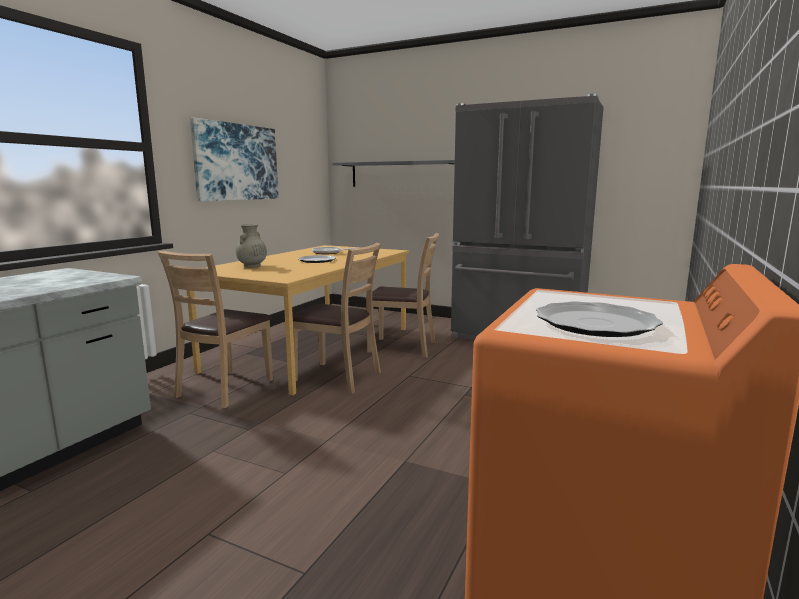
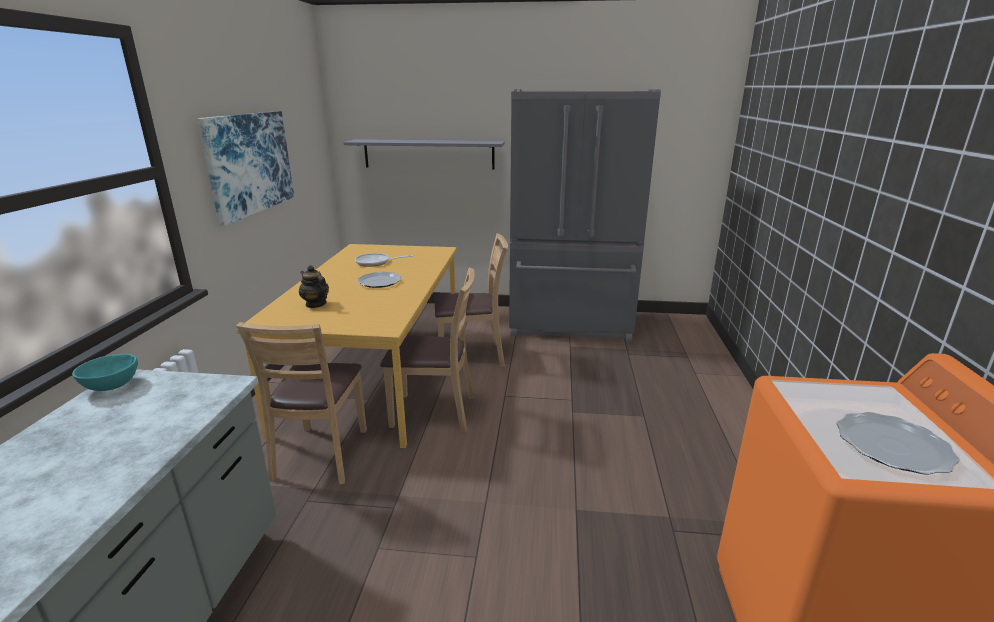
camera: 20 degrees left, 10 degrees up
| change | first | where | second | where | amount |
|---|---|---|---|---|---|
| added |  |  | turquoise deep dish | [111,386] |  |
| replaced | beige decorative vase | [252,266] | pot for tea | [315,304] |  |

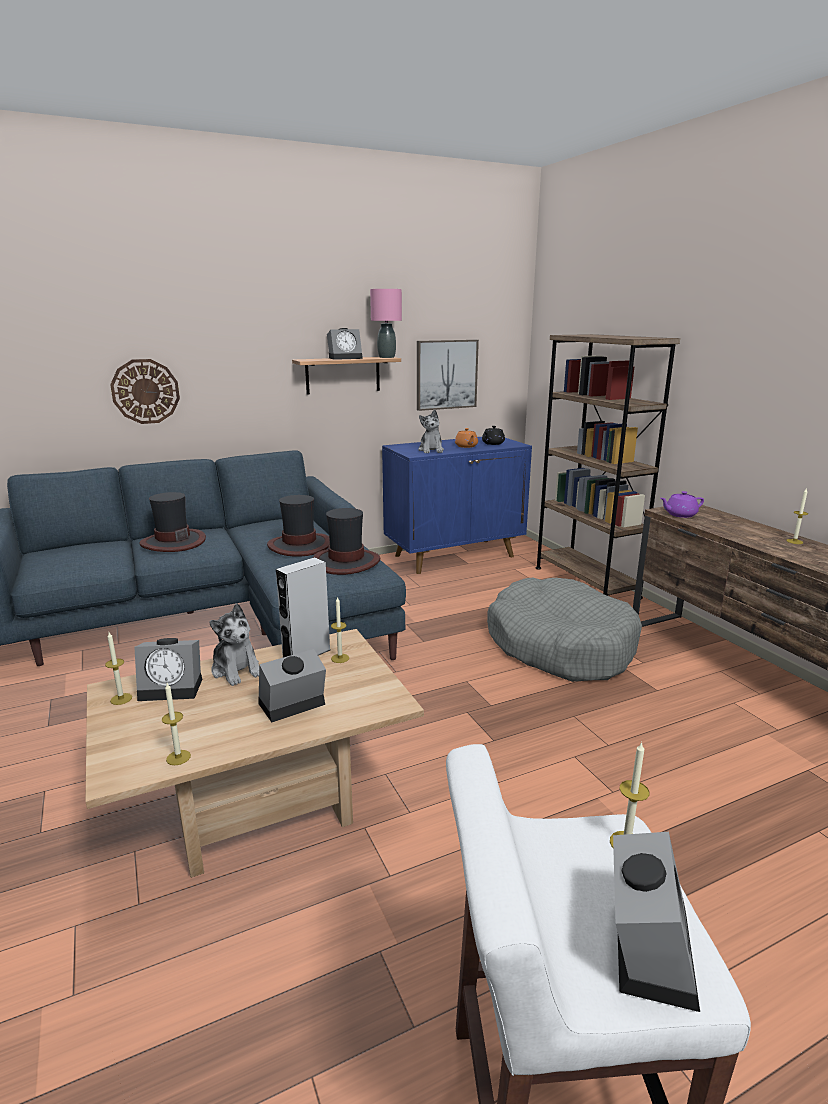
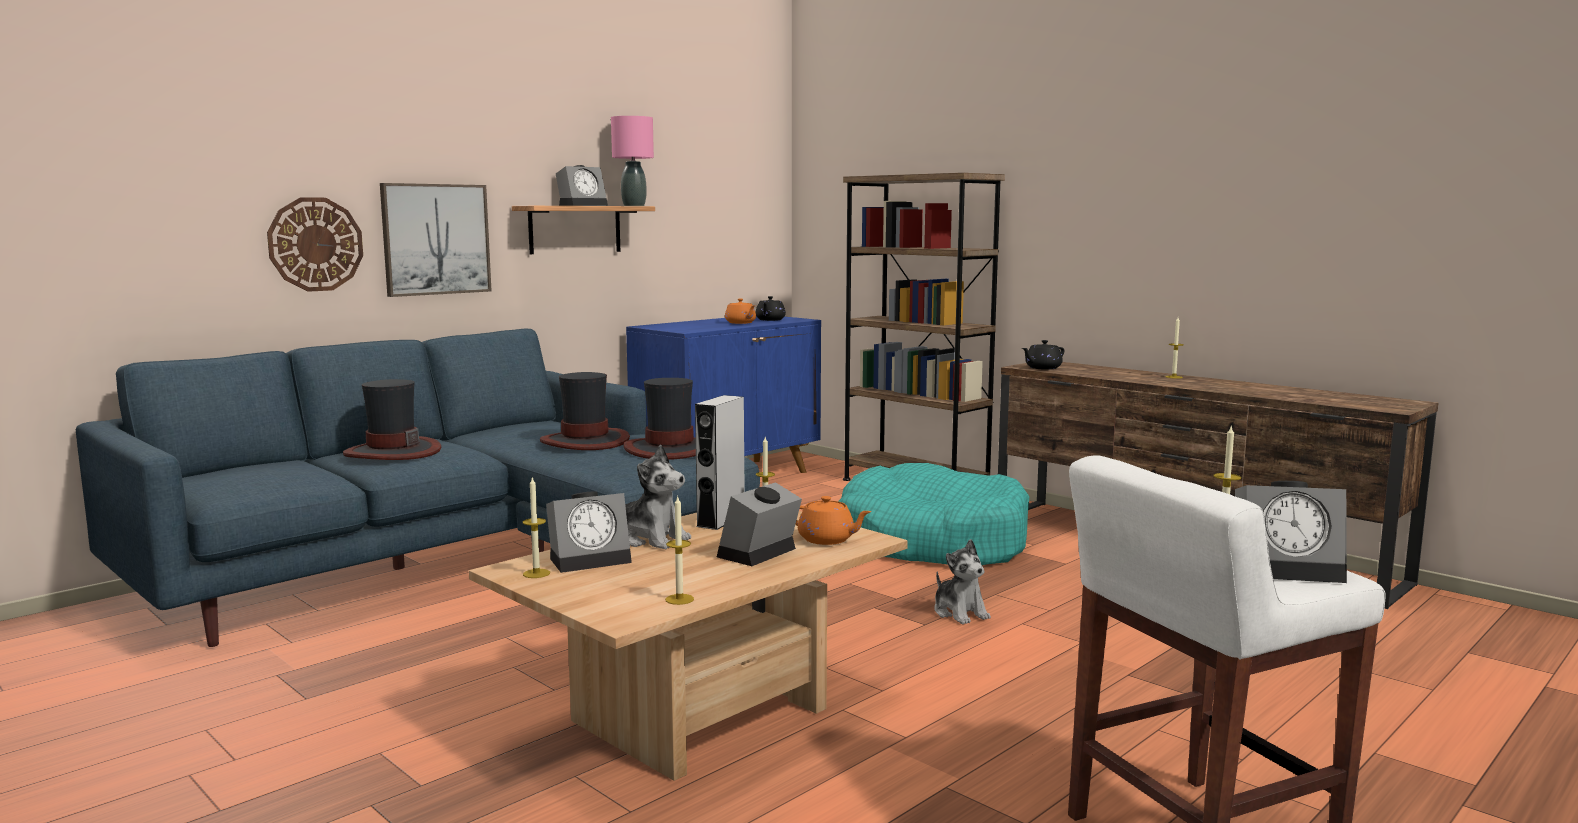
camera: 20 degrees left, 10 degrees down
| change | first | where | second | where | amount |
|---|---|---|---|---|---|
| added |  |  | orange-coloured pot for tea | [827,540] |  |
| moved | picture | [446,374] |  | [436,239] |  |
| moved | cuddly toy | [431,450] |  | [960,613] |  |
| recoloured | gray pet bed | [560,645] | turquoise pet bed | [932,542] |  |
| recoloured | purple-coloured pot for tea | [680,515] | black-coloured pot for tea | [1042,368] |  |
| turned | bedside clock | [647,944] |  | [1289,568] | 105 degrees clockwise |

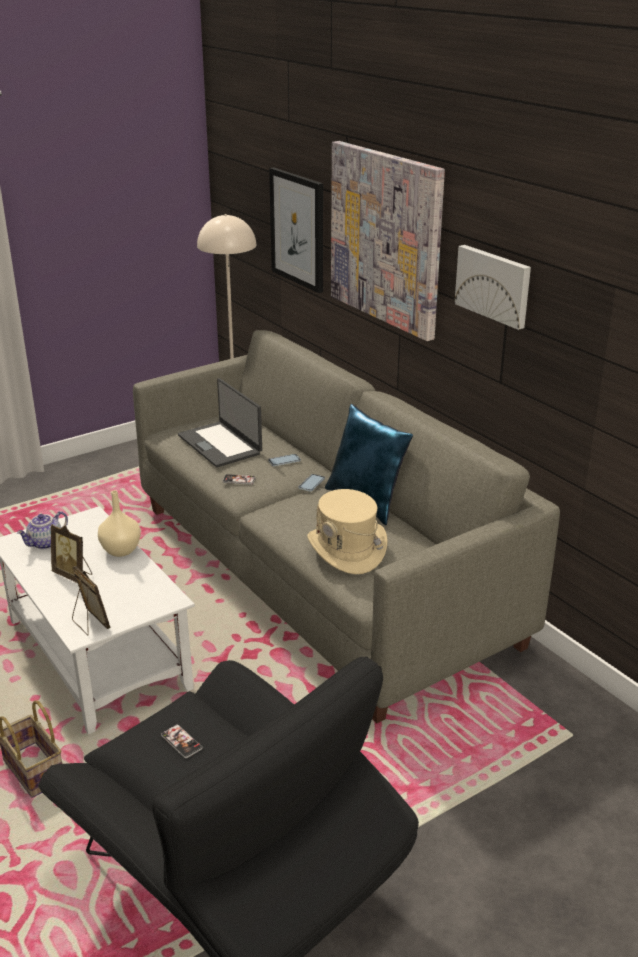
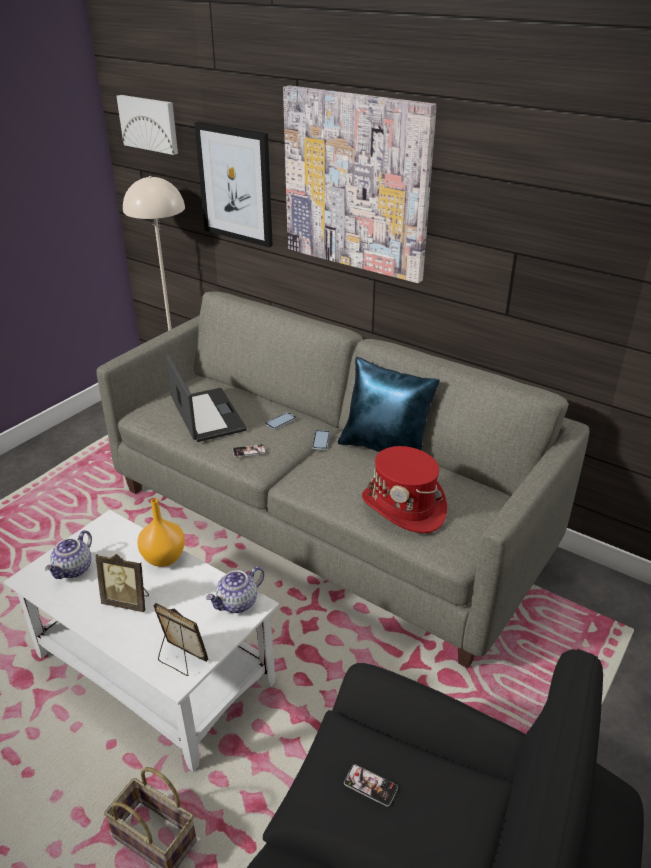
camera: 20 degrees left, 5 degrees up
| change | first | where | second | where | amount |
|---|---|---|---|---|---|
| added |  |  | pot for tea | [237,603] |  |
| moved | picture | [494,285] |  | [149,124] |  |
| recoloured | beige decorative vase | [120,550] | orange-coloured decorative vase | [163,558] |  |
| recoloured | beige hat | [347,550] | red hat | [404,507] |  |
| turned | notebook computer | [220,444] |  | [207,415] | 150 degrees counterclockwise |

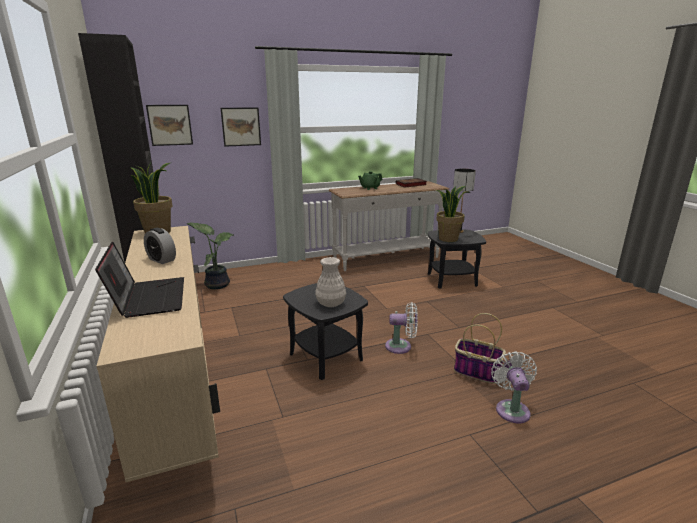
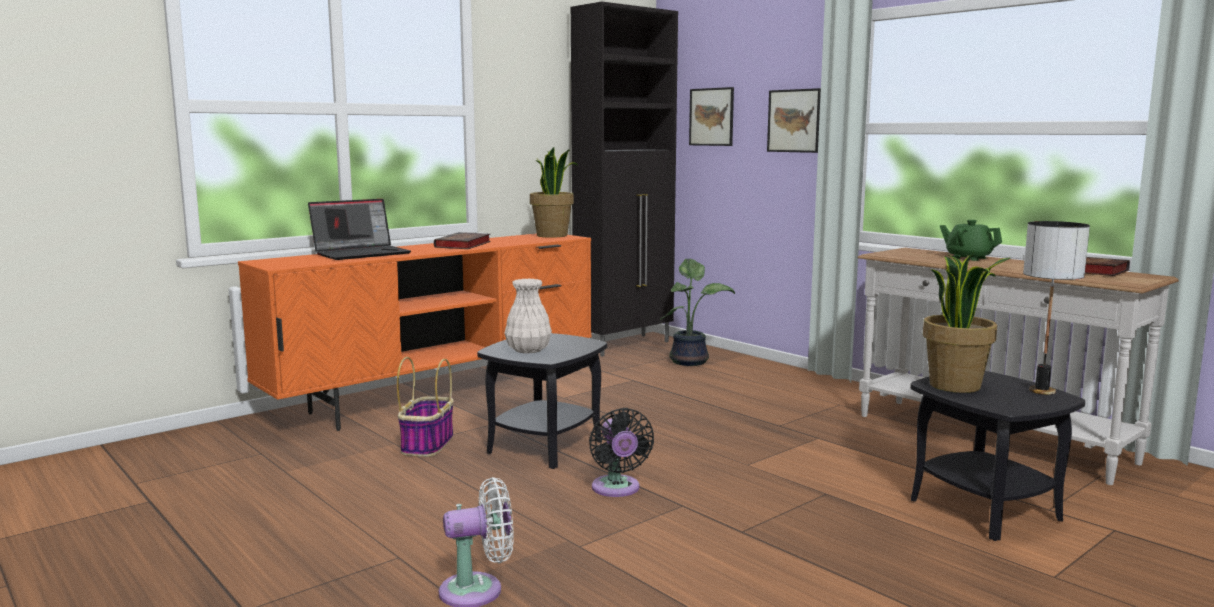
camera: 70 degrees right, 10 degrees down
| change | first | where | second | where | amount |
|---|---|---|---|---|---|
| moved | storage basket | [476,372] |  | [427,444] |  |
| replaced | bedside clock | [161,260] | bound book | [463,245] |  |
| recoloured | beige media console | [178,385] | orange-coloured media console | [439,396] |  |
| recoloured | white electric fan | [401,346] | black-coloured electric fan | [617,489] |  |

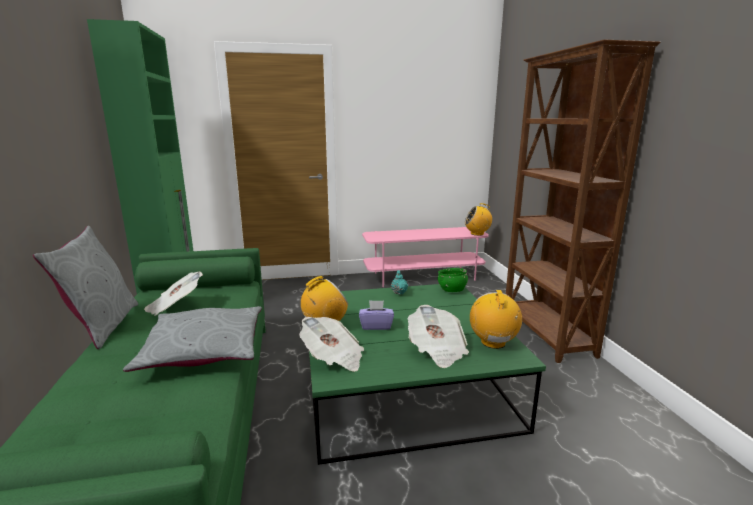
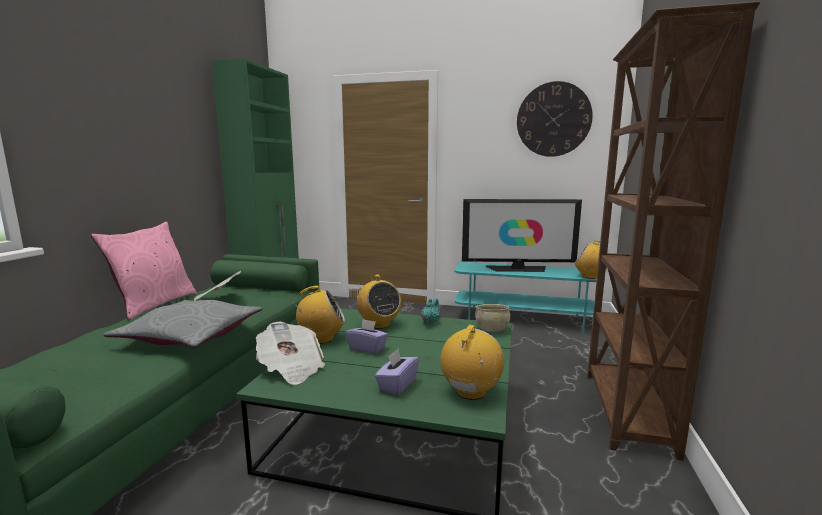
camera: 25 degrees right, 5 degrees down
| change | first | where | second | where | amount |
|---|---|---|---|---|---|
| added |  |  | radio set | [379,324] |  |
| added |  |  | television | [518,269] |  |
| added |  |  | wall clock | [553,119] |  |
| replaced | newspaper | [437,350] | purple-coloured box of tissues | [397,385] |  |
| recoloured | gray pillow | [102,326] | pink pillow | [154,304] |  |
| recoloured | pink media console | [424,276] | turquoise media console | [524,319] |  |
| recoloured | green deep dish | [452,290] | beige deep dish | [492,329] |  |

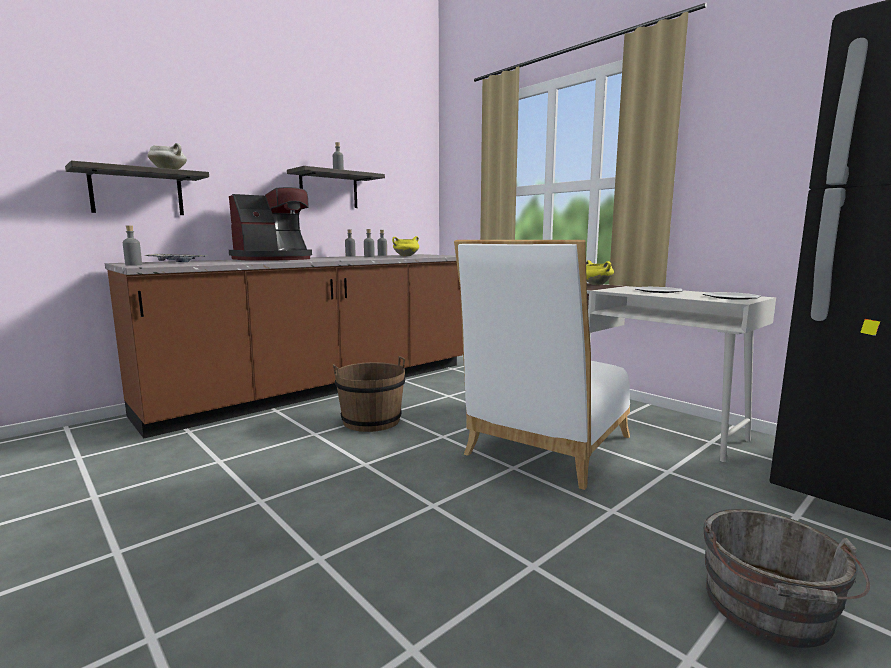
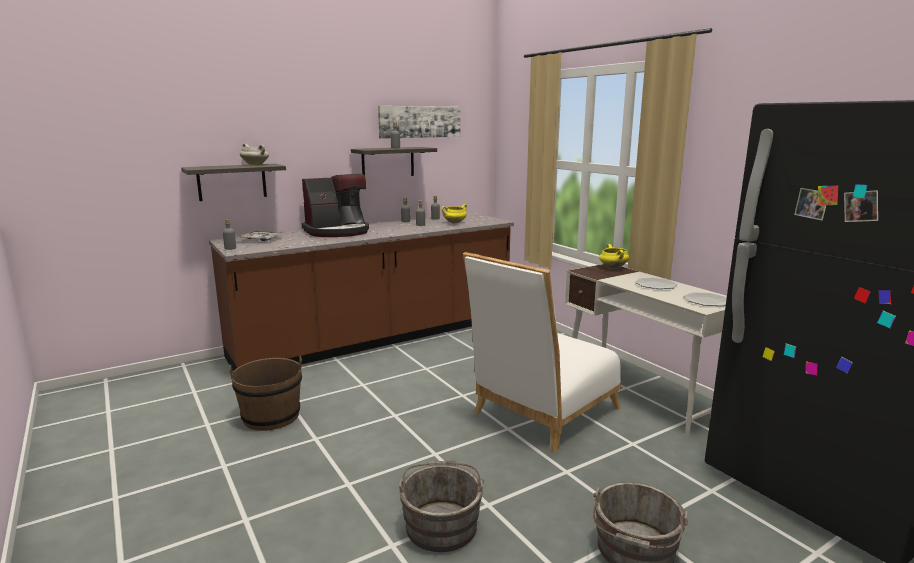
camera: 10 degrees right, 5 degrees up
| change | first | where | second | where | amount |
|---|---|---|---|---|---|
| added |  |  | picture | [419,122] |  |
| added |  |  | gray bucket | [441,523] |  |
| moved | brown-coloured bucket | [371,421] |  | [271,417] |  |

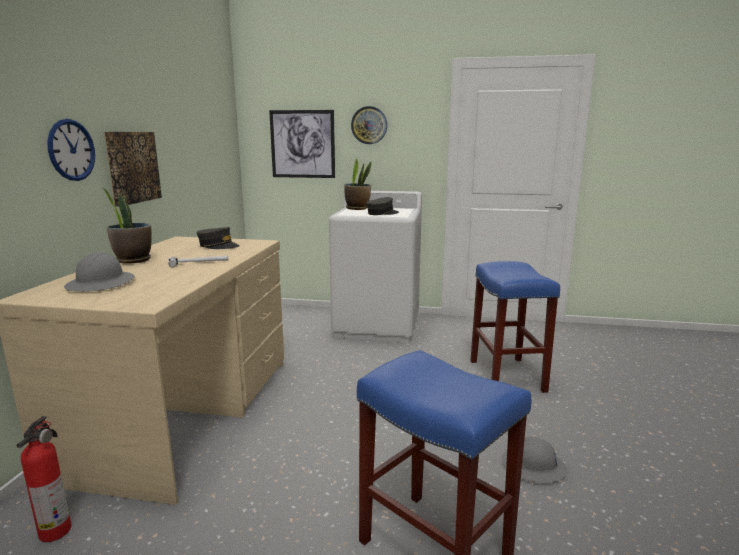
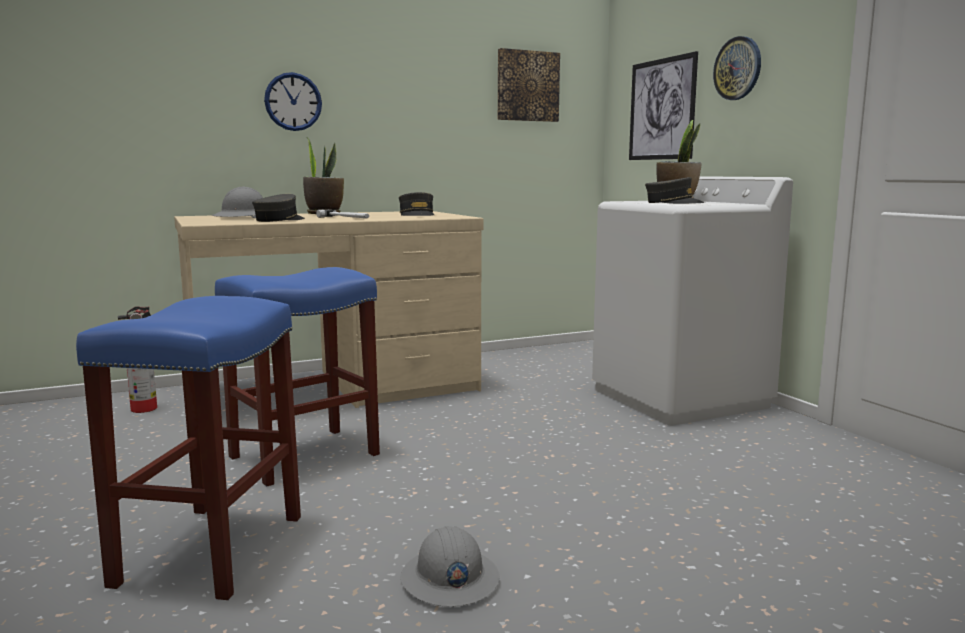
camera: 55 degrees right, 5 degrees down
| change | first | where | second | where | amount |
|---|---|---|---|---|---|
| added |  |  | gray cap | [279,220] |  |
| moved | picture | [132,167] |  | [527,86] |  |
| moved | blue stool seat | [507,376] |  | [303,456] |  |

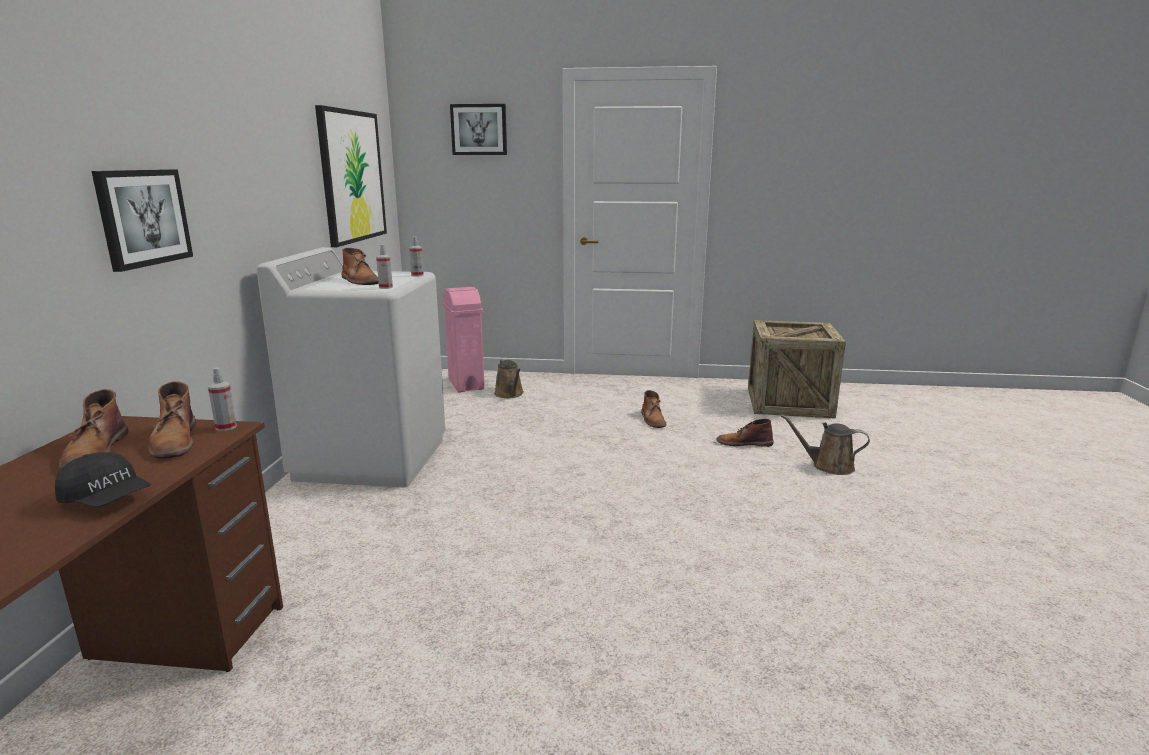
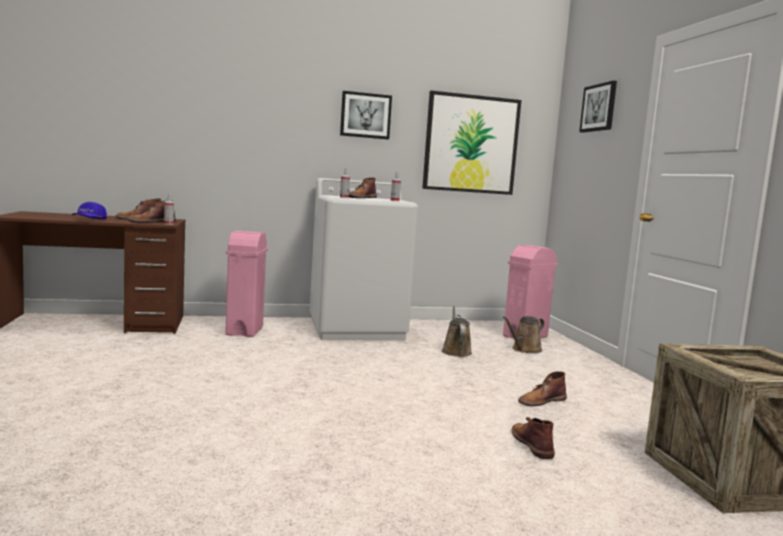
camera: 70 degrees right, 10 degrees down
| change | first | where | second | where | amount |
|---|---|---|---|---|---|
| added |  |  | pink waste bin | [244,331] |  |
| moved | picture | [143,217] |  | [365,115] |  |
| moved | brown-coloured watering pot | [828,466] |  | [456,351] |  |
| recoloured | black-coloured cap | [107,499] | blue cap | [89,220] |  |

